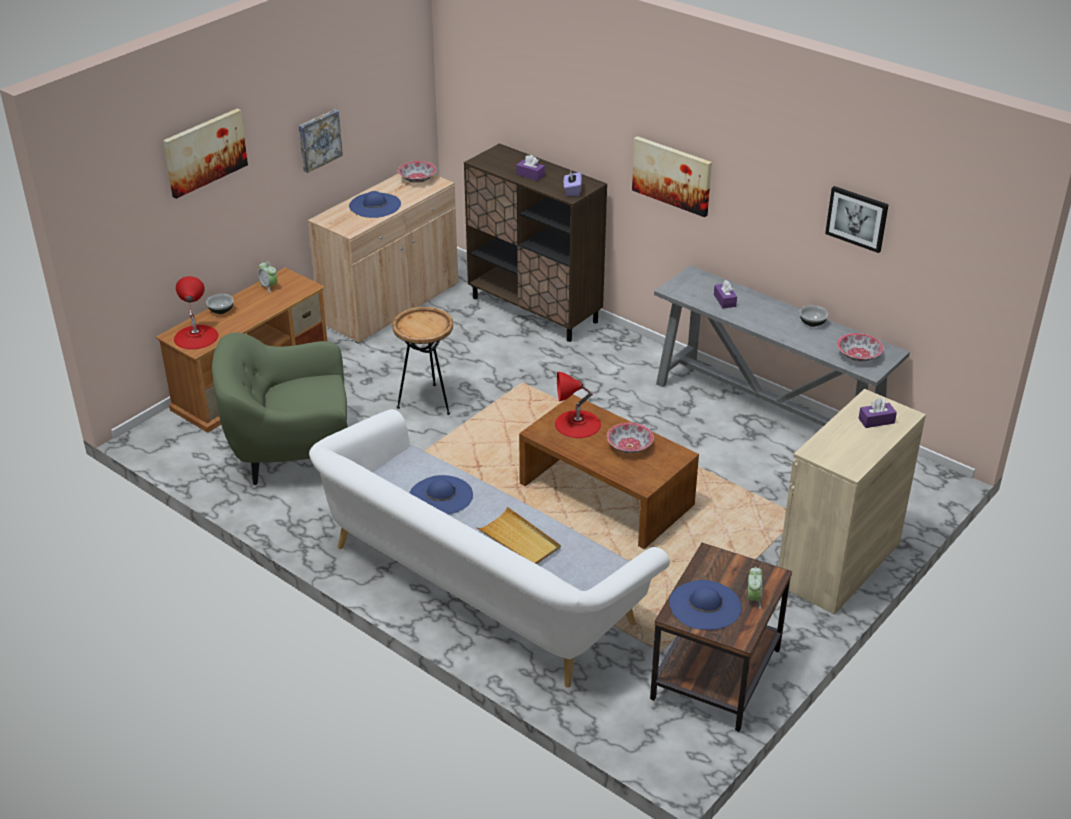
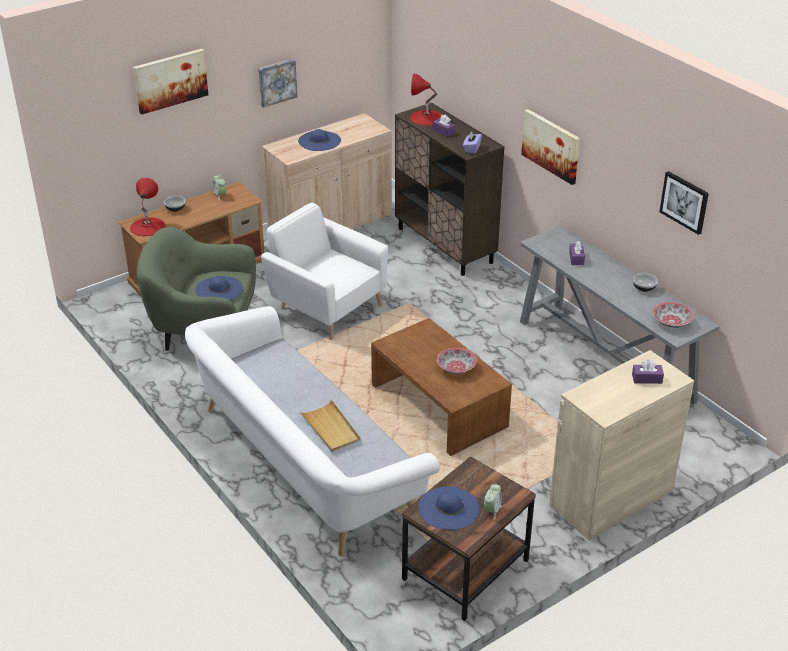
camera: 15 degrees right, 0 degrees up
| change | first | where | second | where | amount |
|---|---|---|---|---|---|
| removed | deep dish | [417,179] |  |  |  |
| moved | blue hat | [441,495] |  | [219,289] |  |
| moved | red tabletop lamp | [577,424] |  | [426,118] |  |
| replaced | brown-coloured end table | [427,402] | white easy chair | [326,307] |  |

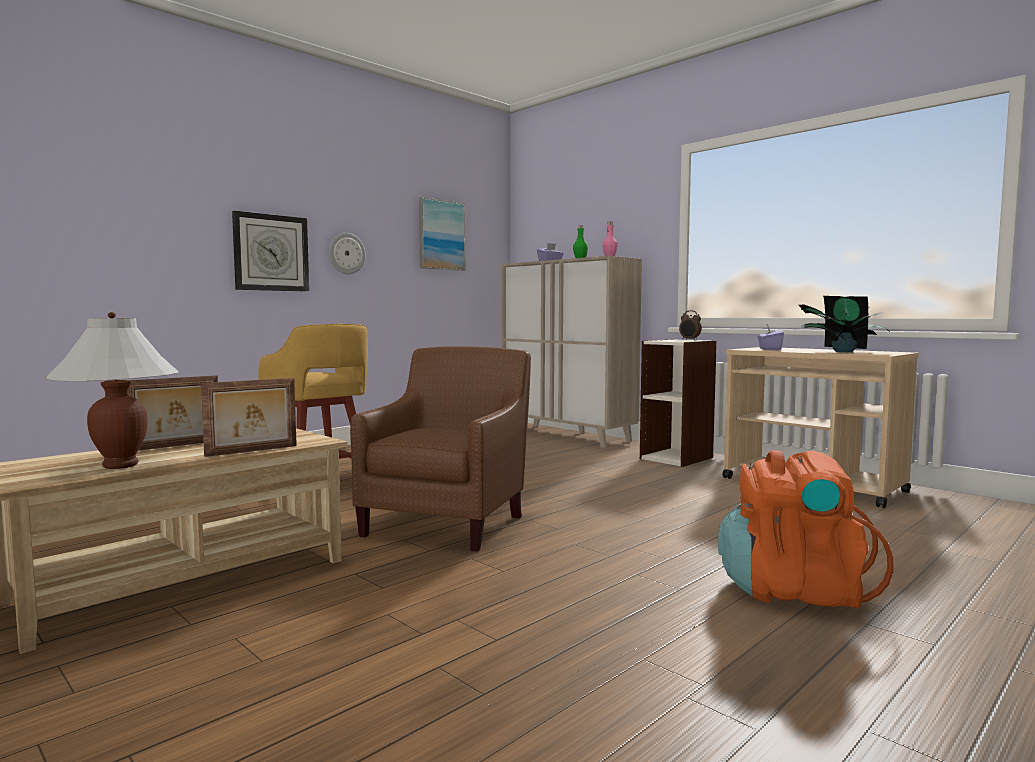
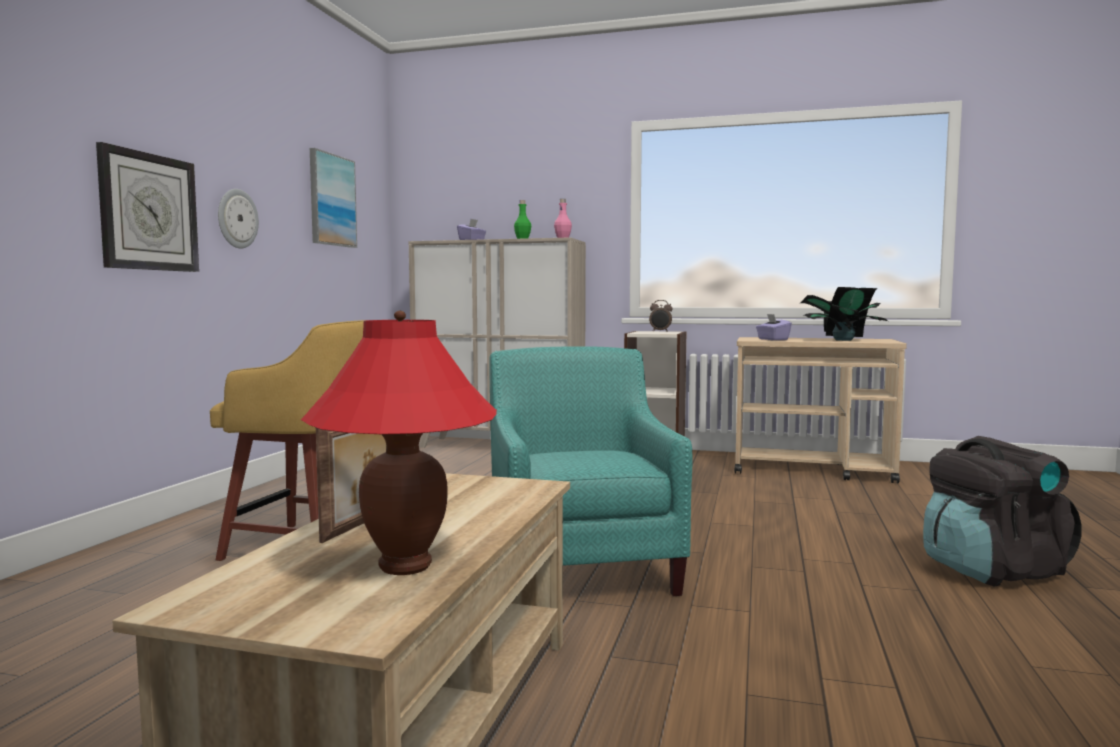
camera: 30 degrees left, 0 degrees up
| change | first | where | second | where | amount |
|---|---|---|---|---|---|
| removed | photo frame | [252,451] |  |  |  |
| recoloured | white tabletop lamp | [120,465] | red tabletop lamp | [405,566] |  |
| recoloured | brown-coloured easy chair | [449,522] | turquoise easy chair | [583,568] |  |
| recoloured | orange-coloured rucksack | [794,591] | black-coloured rucksack | [991,570] |  |

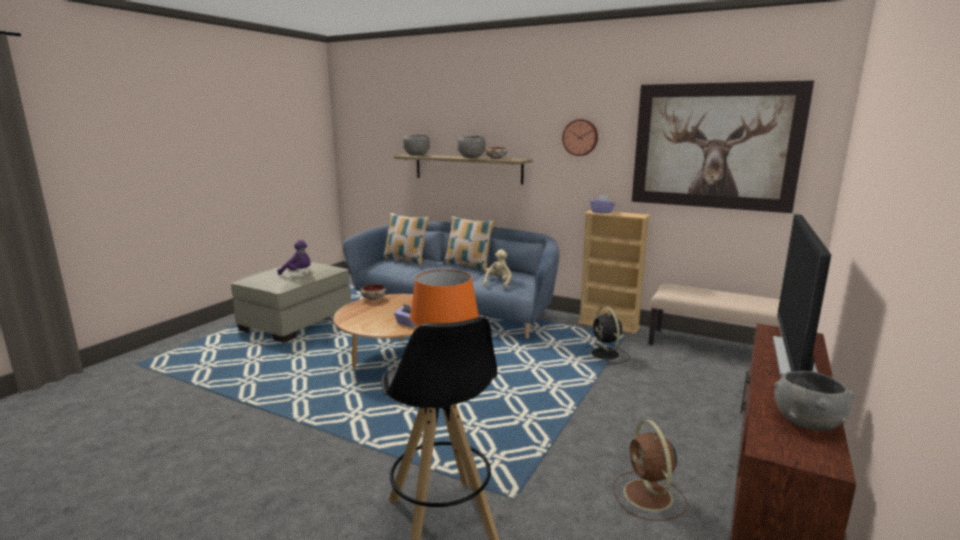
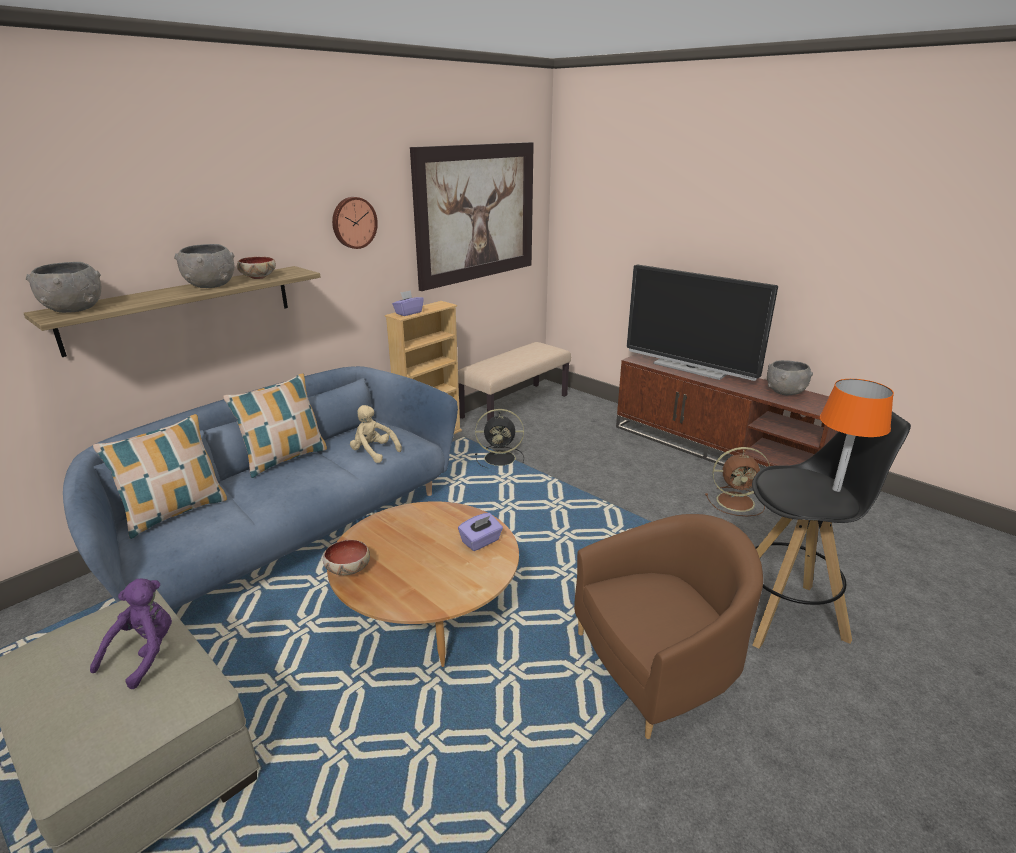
camera: 75 degrees left, 10 degrees up
| change | first | where | second | where | amount |
|---|---|---|---|---|---|
| added |  |  | brown-coloured easy chair | [658,665] |  |

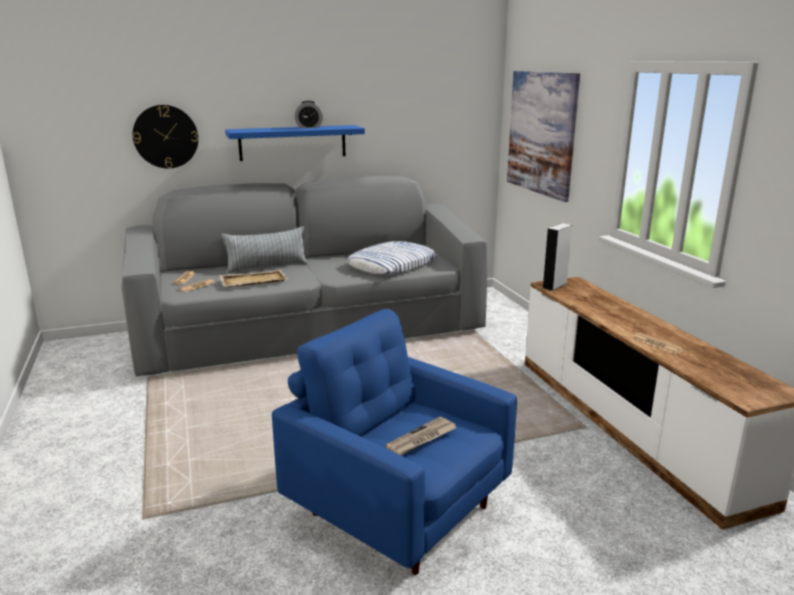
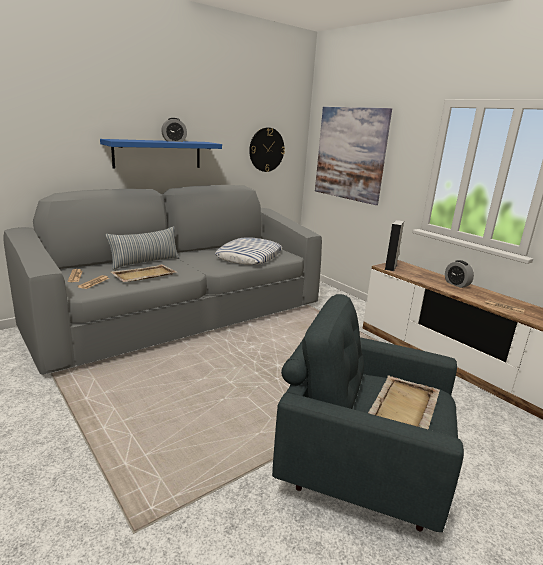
camera: 20 degrees left, 0 degrees up
| change | first | where | second | where | amount |
|---|---|---|---|---|---|
| added |  |  | bedside clock | [456,284] |  |
| moved | wall clock | [166,136] |  | [266,149] |  |
| replaced | newspaper | [421,439] | beige serving tray | [403,407] |  |
| recoloured | blue easy chair | [397,507] | gray easy chair | [360,467] |  |

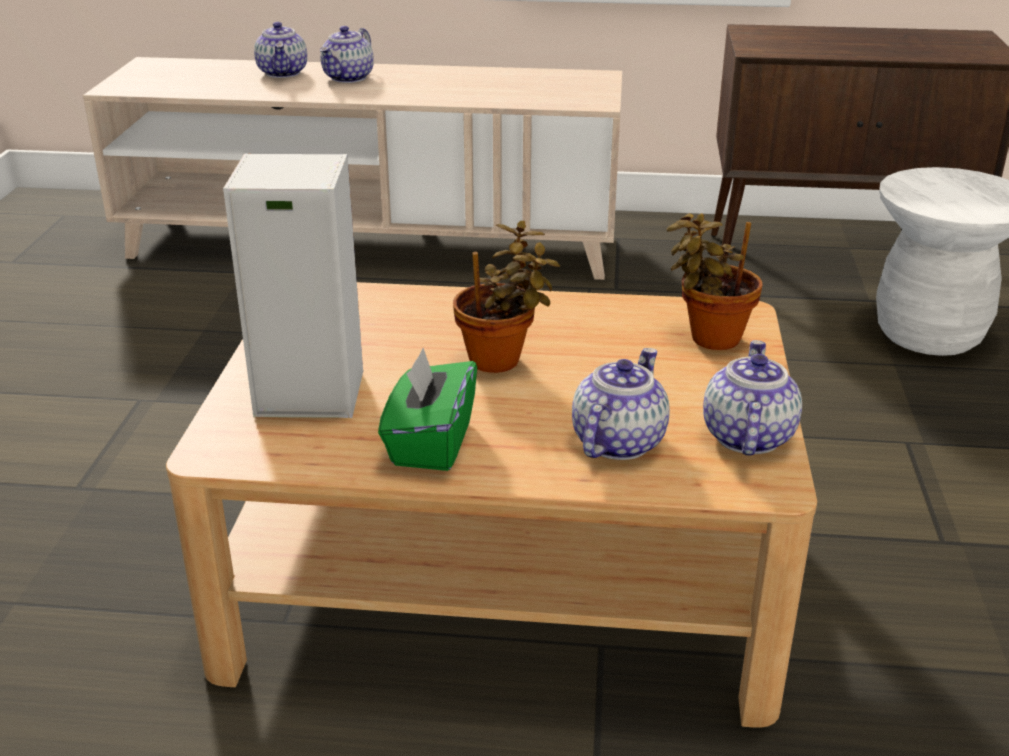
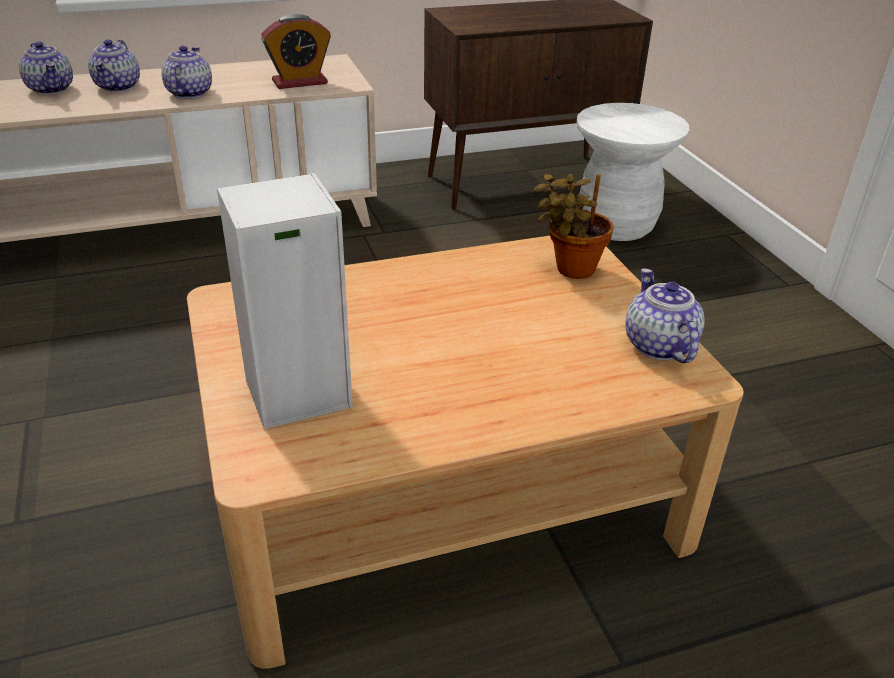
camera: 25 degrees left, 5 degrees up
| change | first | where | second | where | amount |
|---|---|---|---|---|---|
| removed | green box of tissues | [430,442] |  |  |  |
| removed | potted plant | [501,360] |  |  |  |
| added |  |  | bedside clock | [299,82] |  |
| moved | pot for tea | [617,441] |  | [189,93] |  |

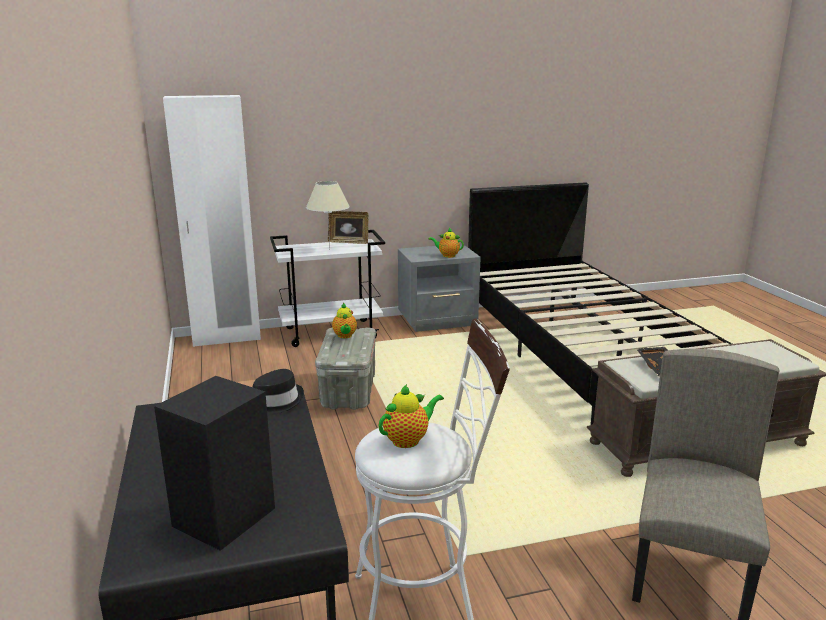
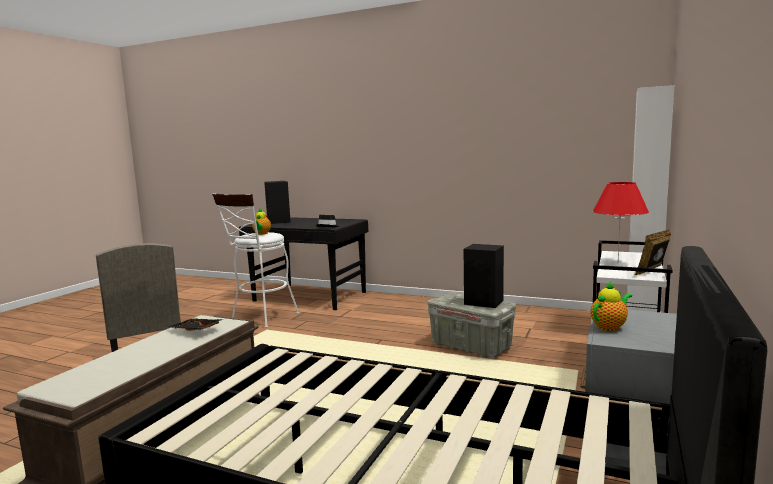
camera: 130 degrees right, 10 degrees down
| change | first | where | second | where | amount |
|---|---|---|---|---|---|
| replaced | pot for tea | [345,336] | black-coloured loudspeaker | [484,302] |  |
| recoloured | beige tabletop lamp | [329,250] | red tabletop lamp | [618,263] |  |

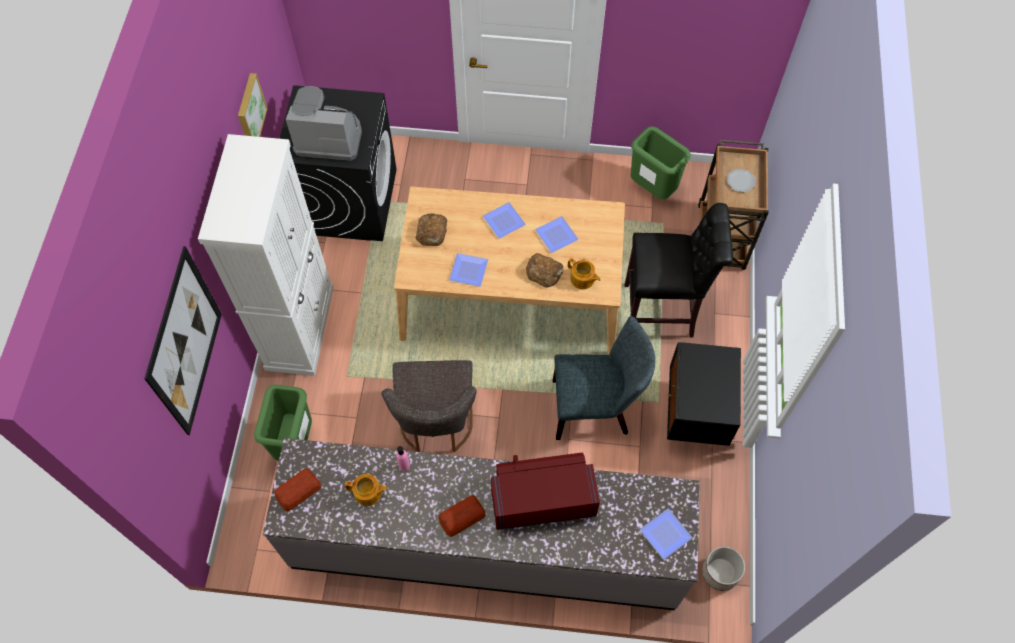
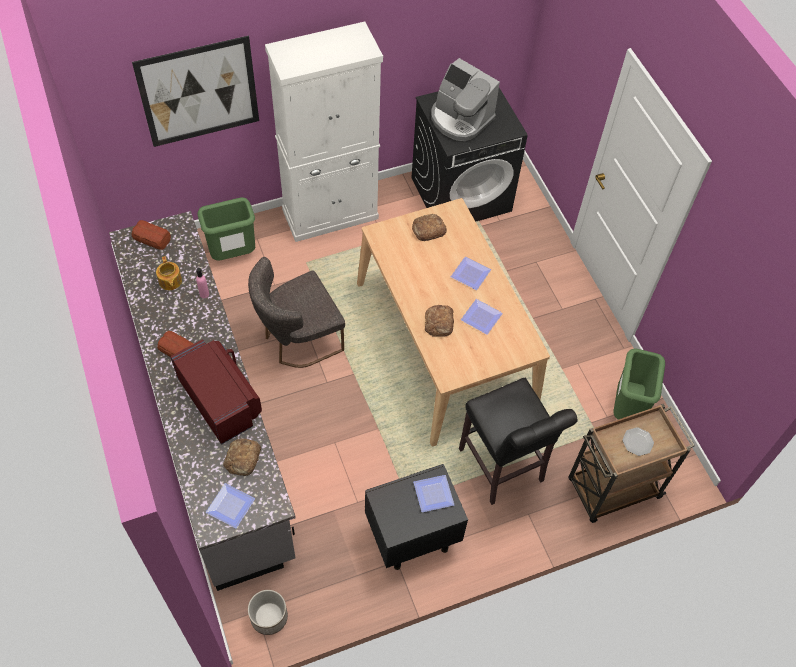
camera: 60 degrees right, 5 degrees down
| change | first | where | second | where | amount |
|---|---|---|---|---|---|
| removed | picture | [249,111] |  |  |  |
| removed | gray plain chair | [595,407] |  |  |  |
| removed | pot for tea | [582,279] |  |  |  |
| added |  |  | baked bread | [243,459] |  |
| moved | flat dish | [469,272] |  | [432,495] |  |
| turned | coffee maker | [329,137] |  | [460,119] | 150 degrees clockwise |

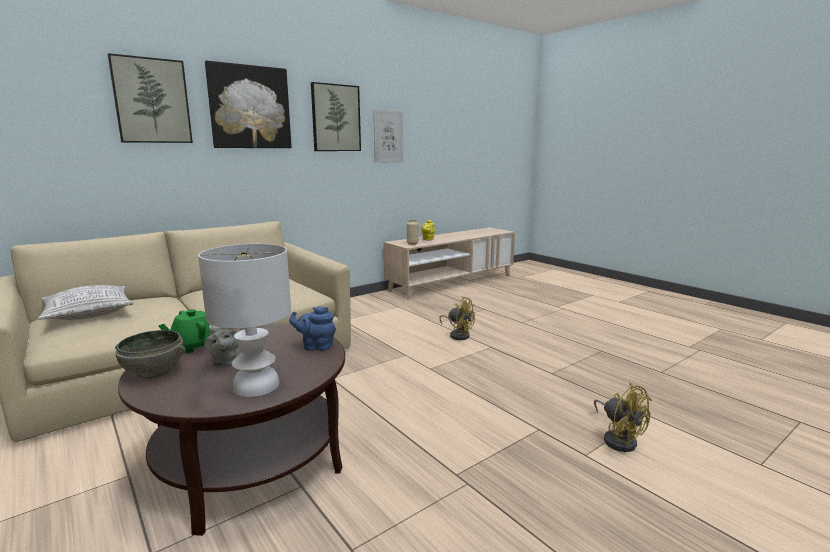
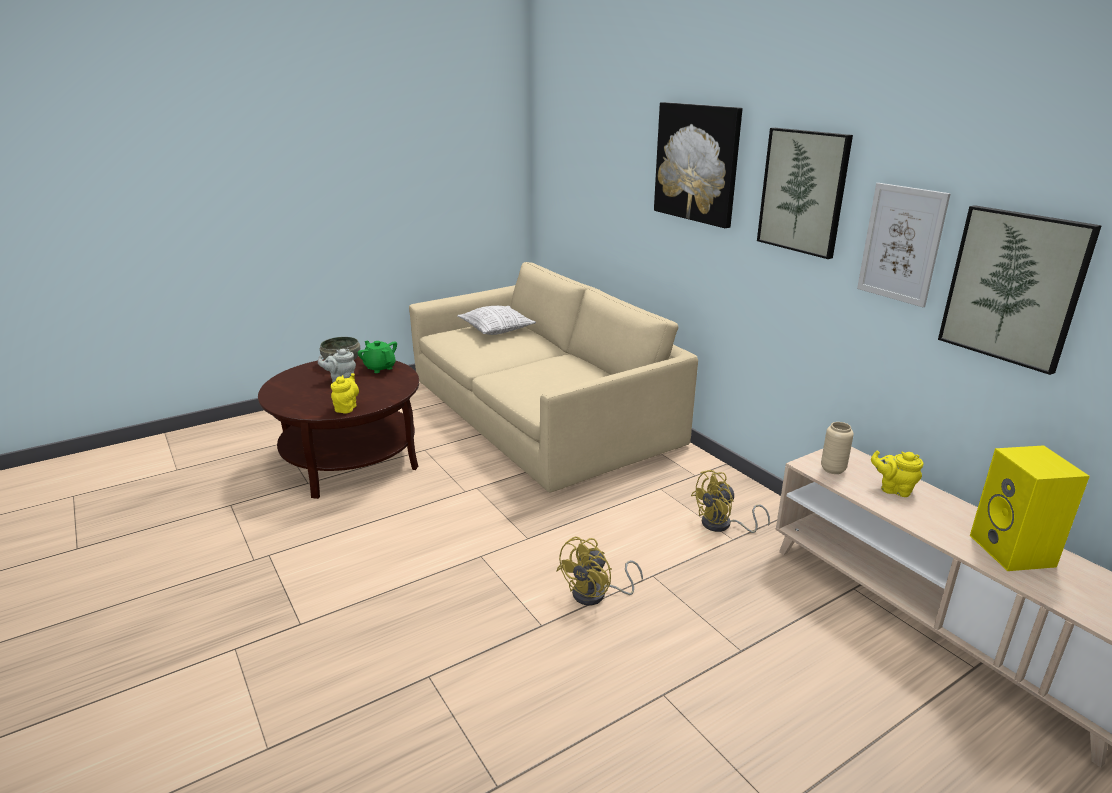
camera: 95 degrees right, 10 degrees up
| change | first | where | second | where | amount |
|---|---|---|---|---|---|
| removed | white tabletop lamp | [256,385] |  |  |  |
| added |  |  | yellowish loudspeaker | [1014,551] |  |
| moved | picture | [152,101] |  | [1014,287] |  |
| moved | yellowish electric fan | [618,439] |  | [722,525] |  |
| recoloured | blue pot for tea | [316,346] | yellowish pot for tea | [347,408] |  |

